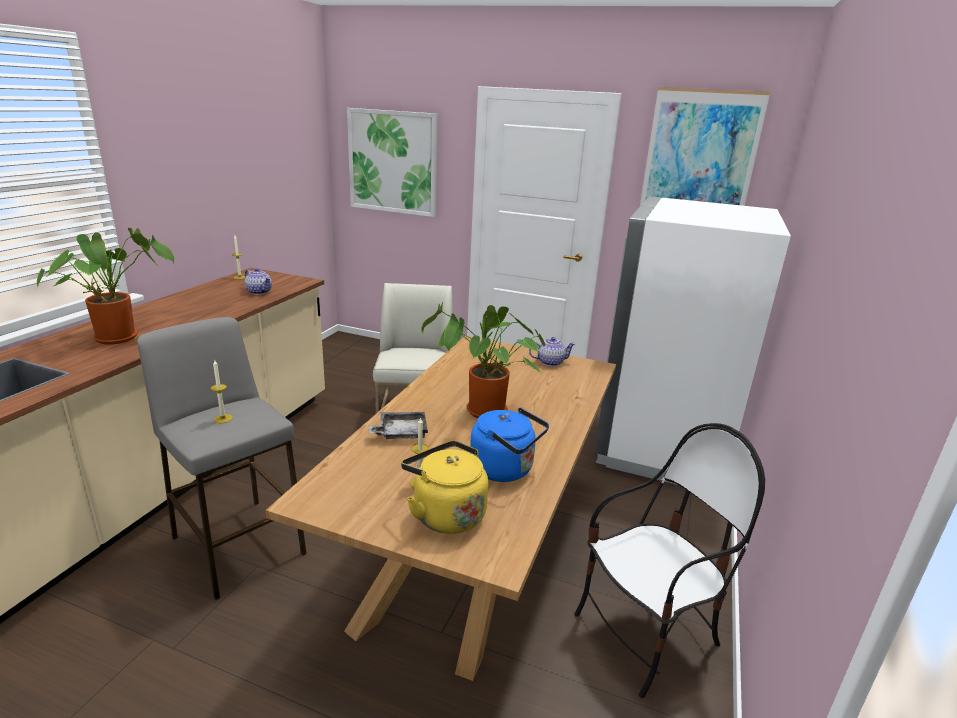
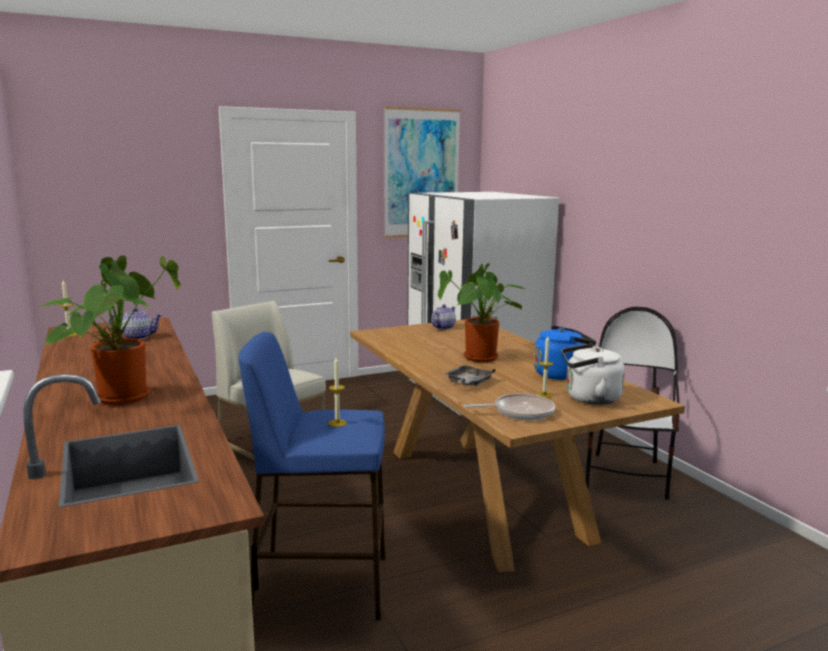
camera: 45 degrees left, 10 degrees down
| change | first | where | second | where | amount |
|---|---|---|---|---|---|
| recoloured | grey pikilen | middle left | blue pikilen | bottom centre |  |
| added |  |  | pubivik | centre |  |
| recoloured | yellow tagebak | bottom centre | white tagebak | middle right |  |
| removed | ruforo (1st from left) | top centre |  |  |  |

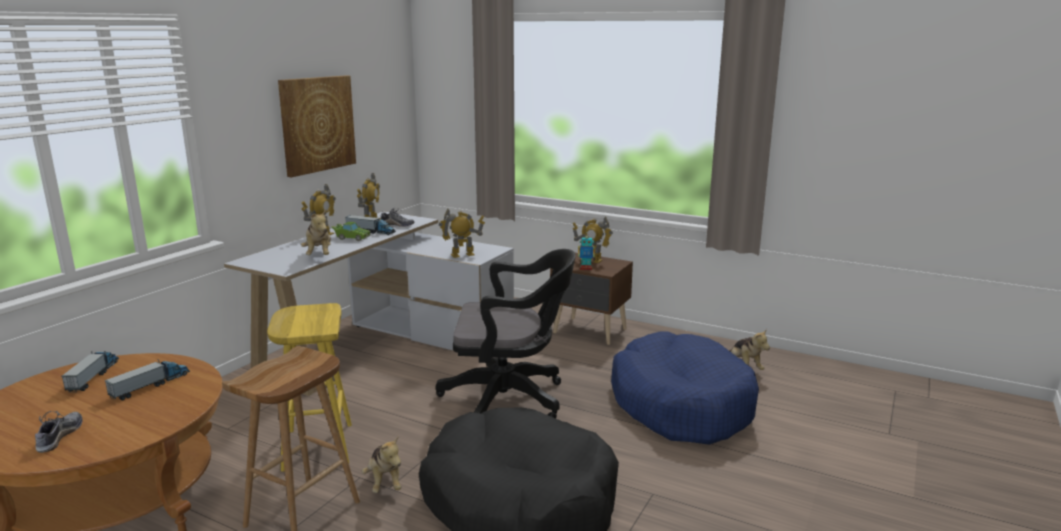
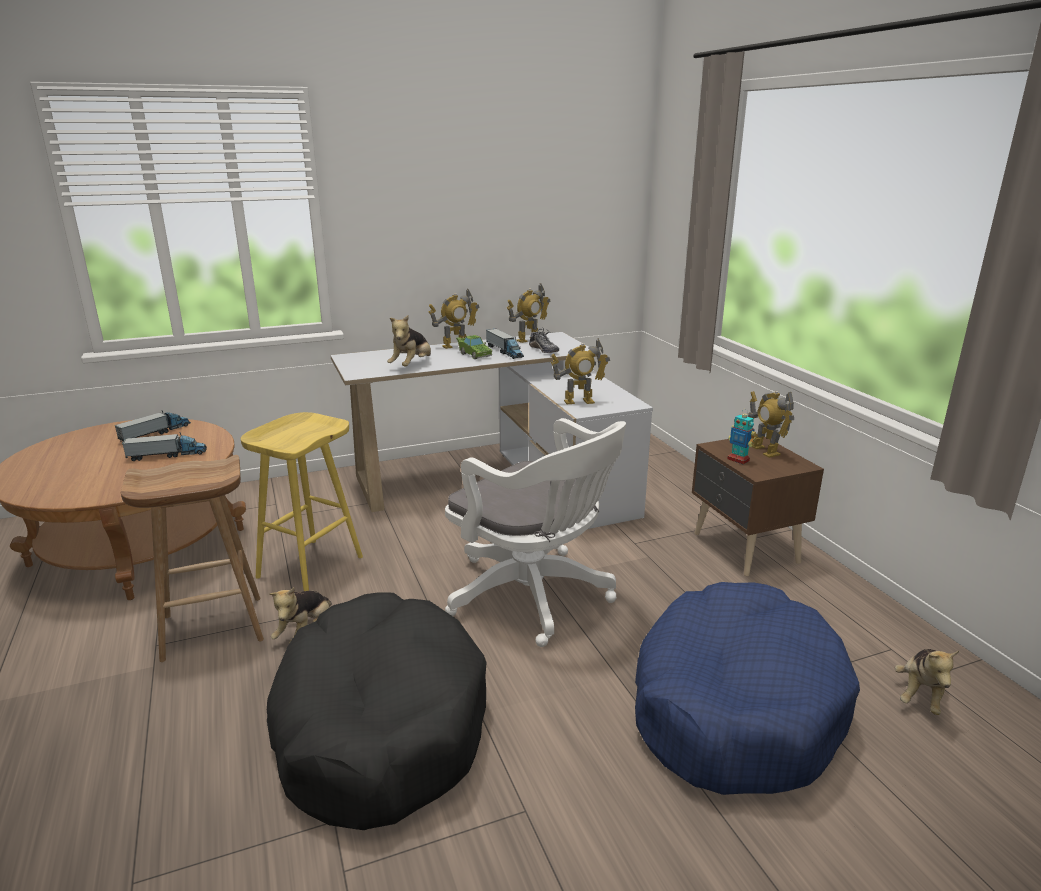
camera: 40 degrees right, 5 degrees up
| change | first | where | second | where | amount |
|---|---|---|---|---|---|
| recoloured | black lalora | centre | white lalora | centre |  |
| turned | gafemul (3rd from left) | centre |  | centre | 150 degrees clockwise |
| removed | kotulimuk (1st from left) | bottom left |  |  |  |
| removed | ruforo | top left |  |  |  |

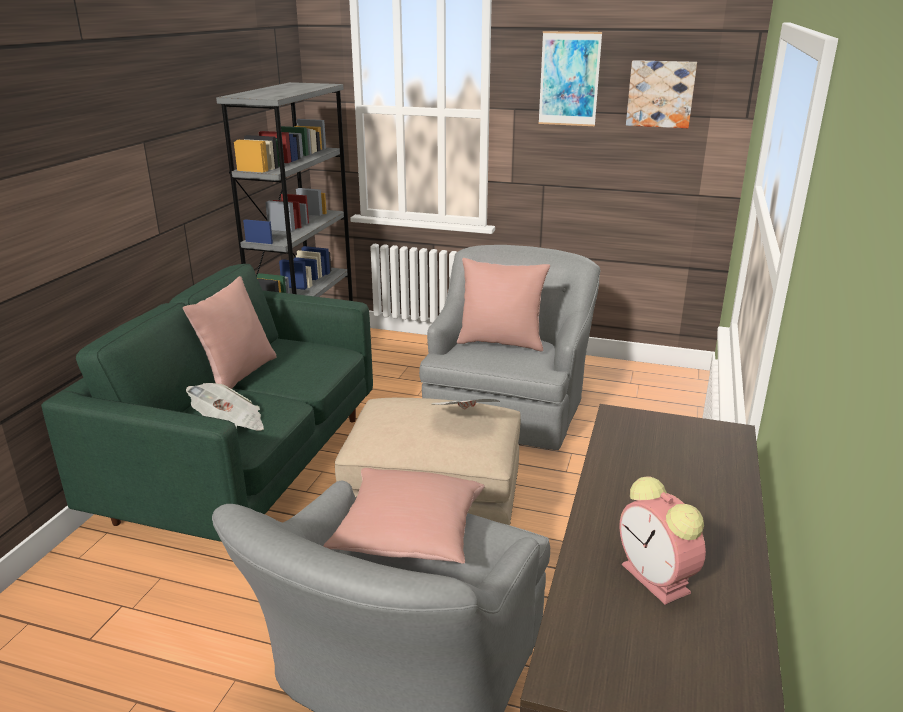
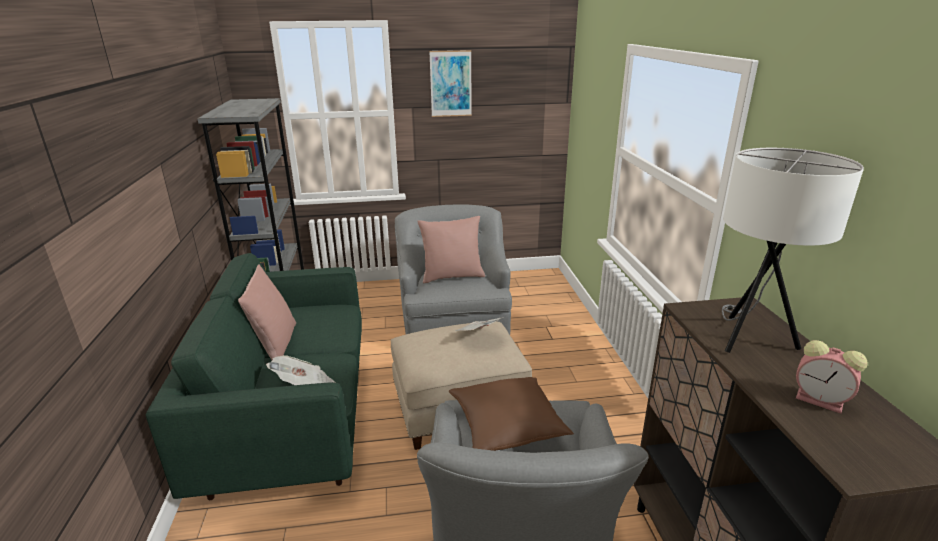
camera: 25 degrees left, 0 degrees up
| change | first | where | second | where | amount |
|---|---|---|---|---|---|
| recoloured | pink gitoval (2nd from left) | bottom centre | brown gitoval | bottom centre |  |
| added |  |  | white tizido | middle right |  |
| removed | ruforo (2nd from left) | top right |  |  |  |

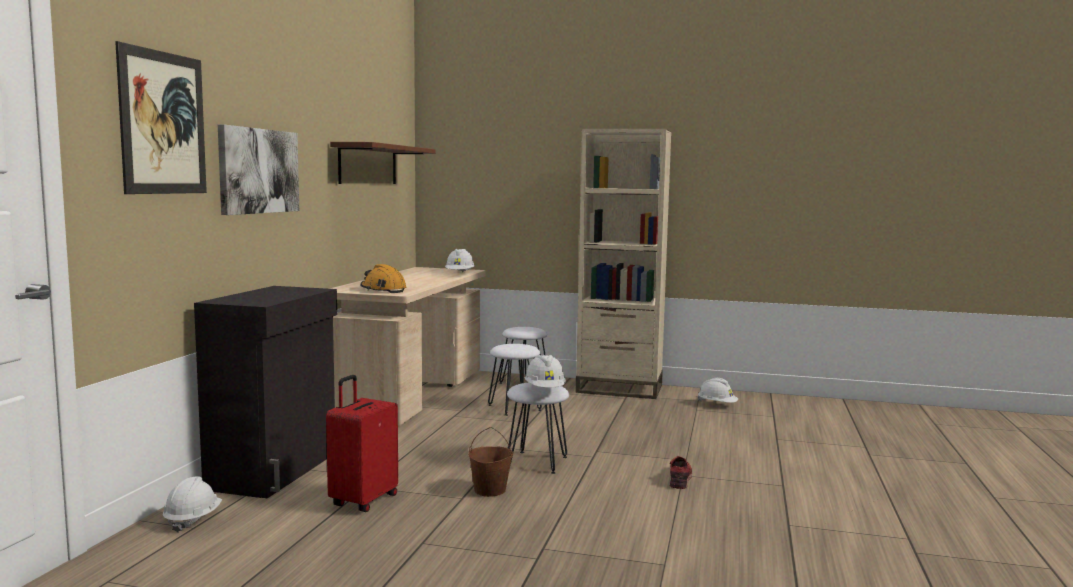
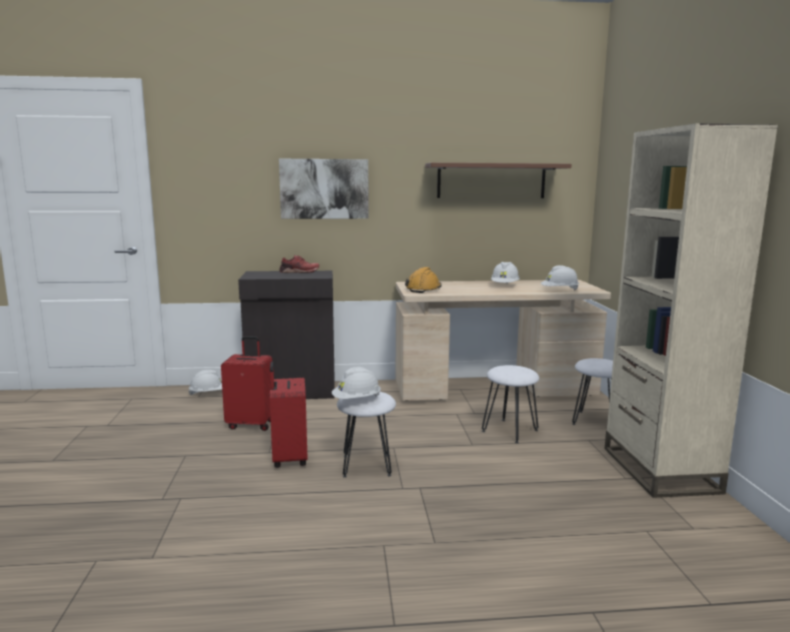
camera: 70 degrees right, 5 degrees up
| change | first | where | second | where | amount |
|---|---|---|---|---|---|
| replaced | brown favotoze | bottom centre | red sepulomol (2nd from left) | centre |  |
| moved | red kotulimuk | bottom centre |  | centre |  |
| moved | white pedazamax (4th from left in the first image) | middle right | white pedazamax (3rd from left) | centre |  |
| removed | ruforo (1st from left) | top left |  |  |  |

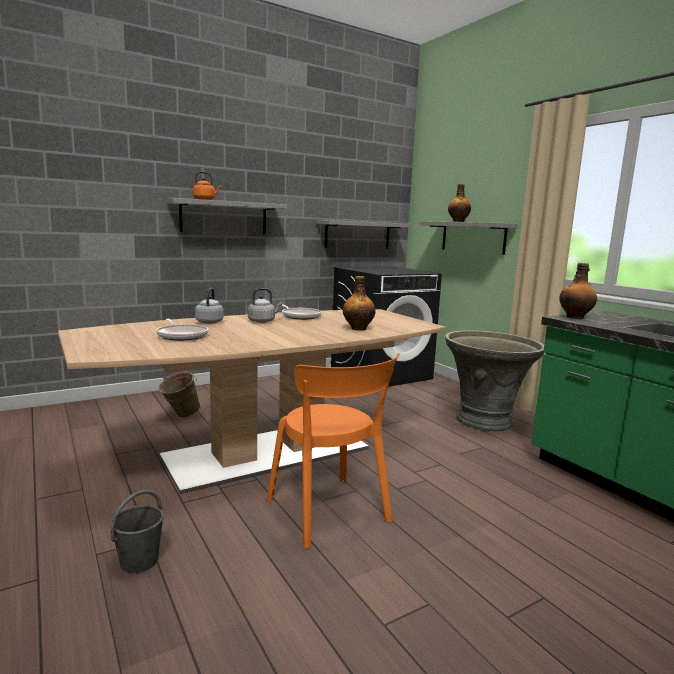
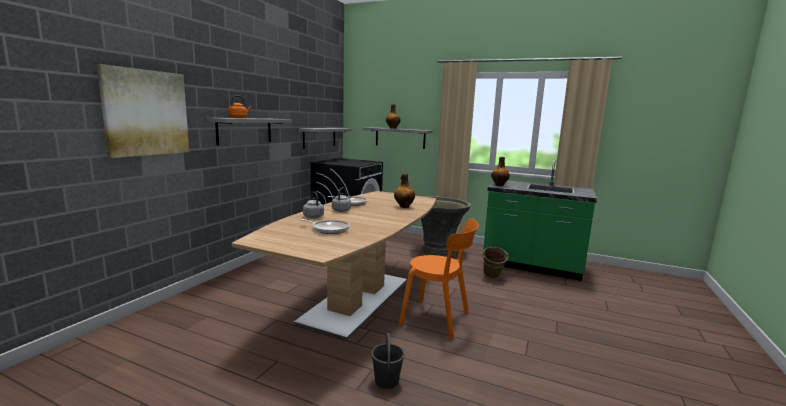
camera: 35 degrees left, 0 degrees up
| change | first | where | second | where | amount |
|---|---|---|---|---|---|
| added |  |  | ruforo | top left |  |
| moved | green favotoze | middle left |  | centre |  |

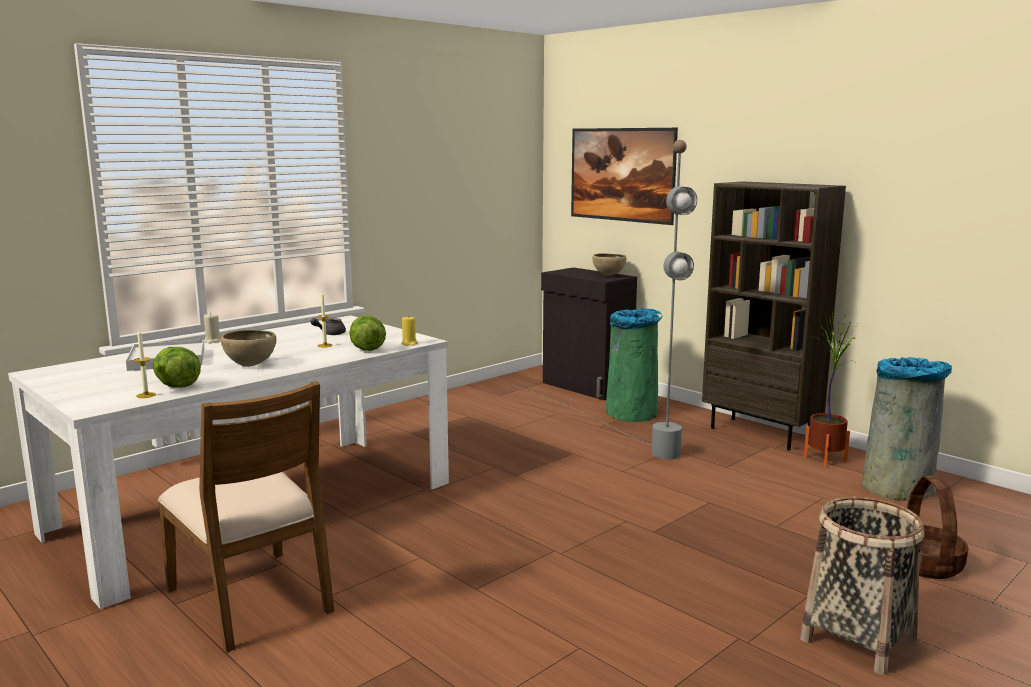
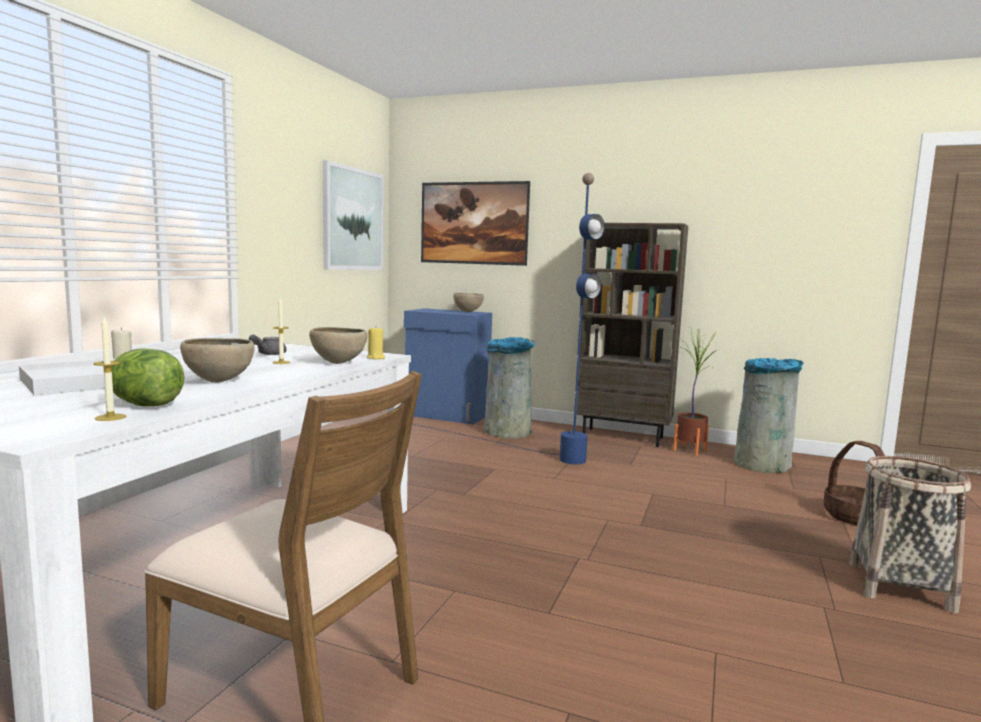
camera: 25 degrees left, 5 degrees down
| change | first | where | second | where | amount |
|---|---|---|---|---|---|
| replaced | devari (2nd from left) | centre | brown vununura (2nd from left) | centre |  |
| added |  |  | ruforo (1st from left) | top centre |  |
| recoloured | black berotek | centre | blue berotek | centre |  |
| recoloured | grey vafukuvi | centre | blue vafukuvi | centre |  |
| recoloured | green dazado | centre | grey dazado (1st from left) | centre |  |

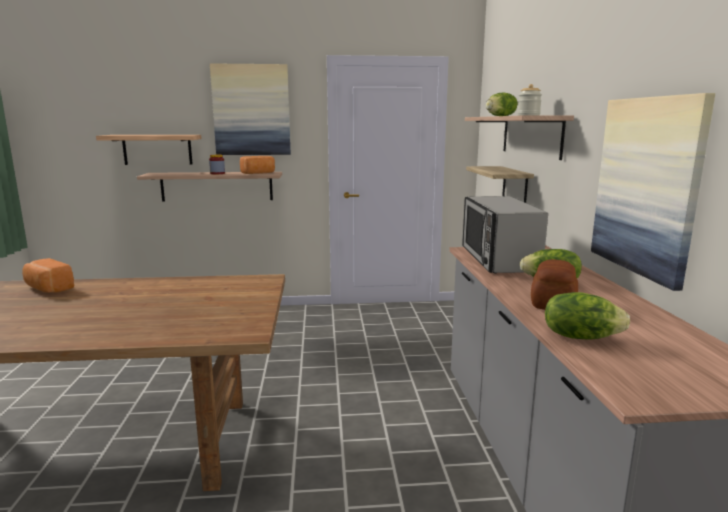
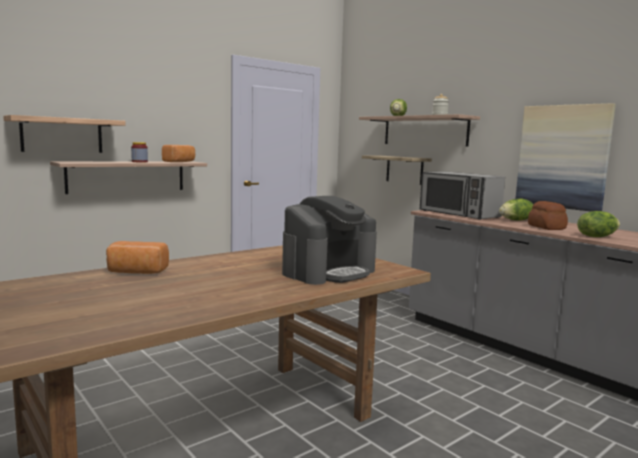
camera: 35 degrees left, 5 degrees down
| change | first | where | second | where | amount |
|---|---|---|---|---|---|
| added |  |  | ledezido | centre |  |
| removed | ruforo (1st from left) | top centre |  |  |  |

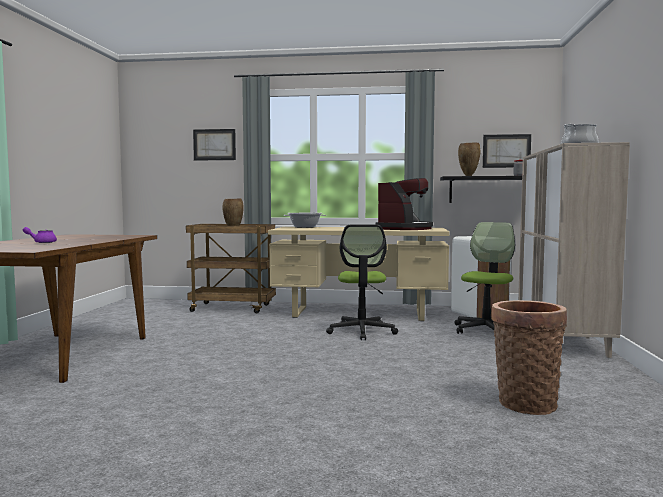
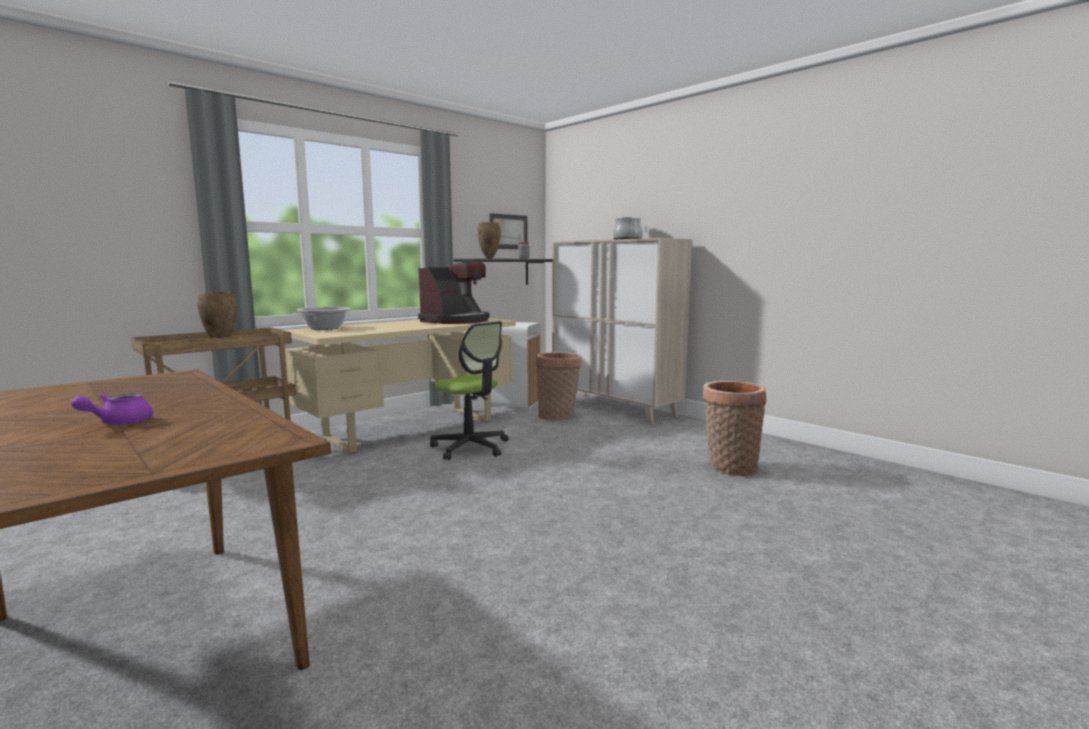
camera: 50 degrees left, 5 degrees up
| change | first | where | second | where | amount |
|---|---|---|---|---|---|
| turned | ledezido | centre |  | centre | 60 degrees clockwise |
| replaced | lalora (2nd from left) | middle right | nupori (1st from left) | centre |  |
| removed | ruforo (1st from left) | top left |  |  |  |

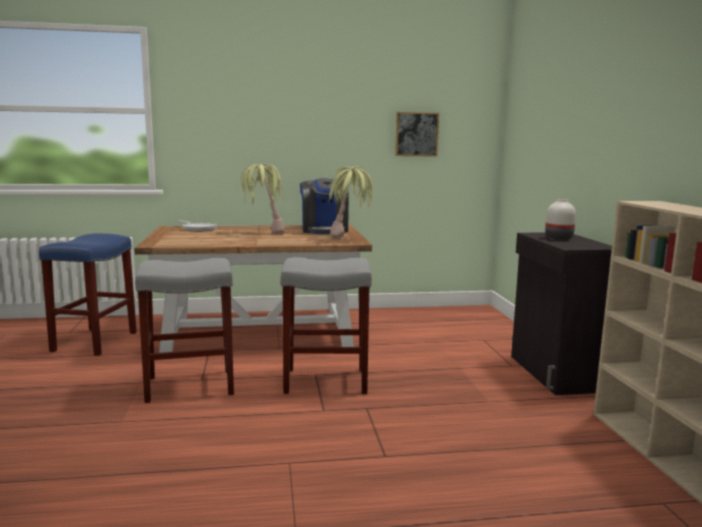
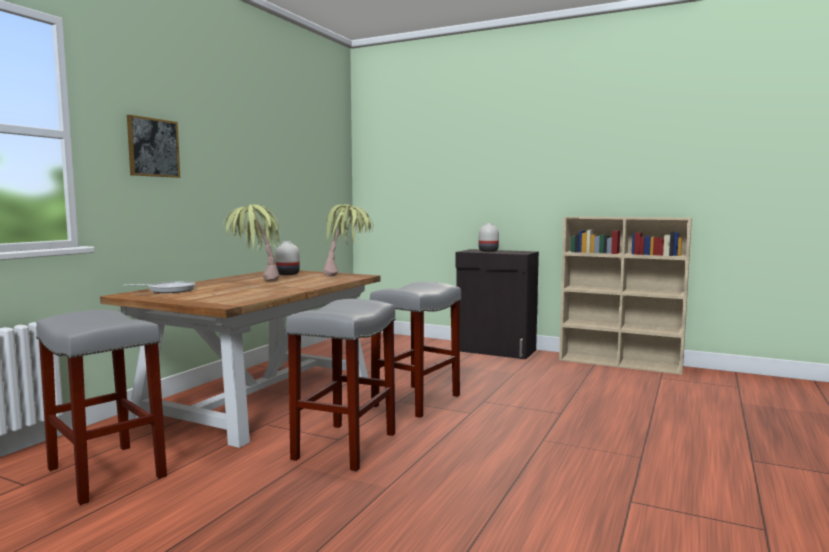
camera: 55 degrees left, 5 degrees down
| change | first | where | second | where | amount |
|---|---|---|---|---|---|
| recoloured | blue pikilen | middle left | grey pikilen (1st from left) | bottom left |  |
| moved | ruforo | top centre |  | top left |  |
| replaced | ledezido | centre | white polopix (1st from left) | centre |  |

